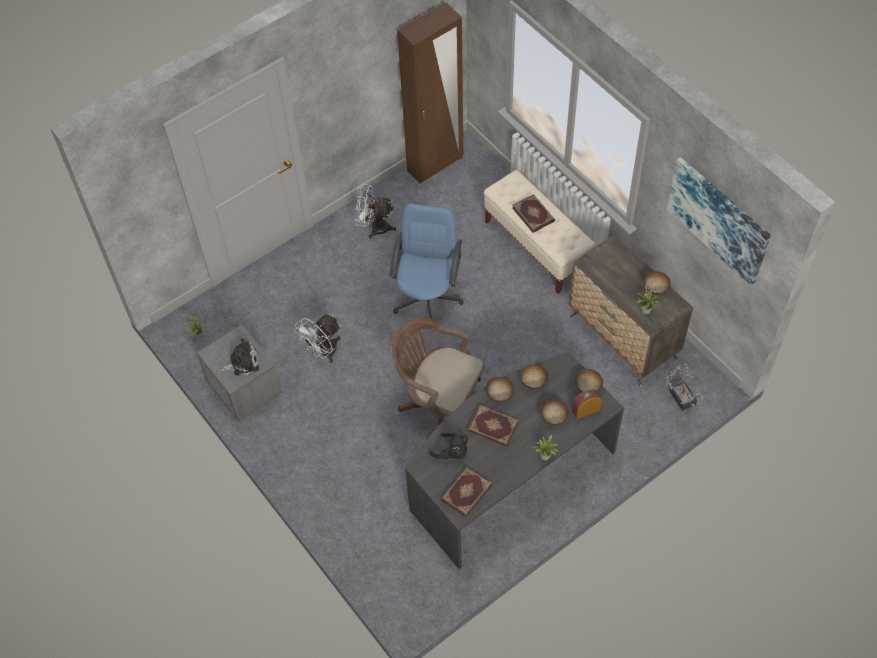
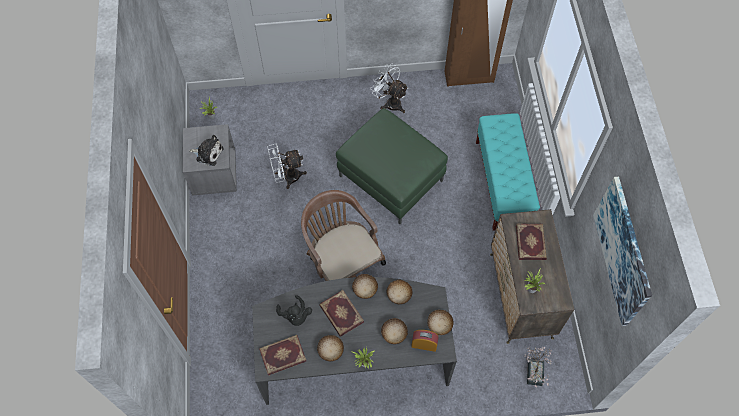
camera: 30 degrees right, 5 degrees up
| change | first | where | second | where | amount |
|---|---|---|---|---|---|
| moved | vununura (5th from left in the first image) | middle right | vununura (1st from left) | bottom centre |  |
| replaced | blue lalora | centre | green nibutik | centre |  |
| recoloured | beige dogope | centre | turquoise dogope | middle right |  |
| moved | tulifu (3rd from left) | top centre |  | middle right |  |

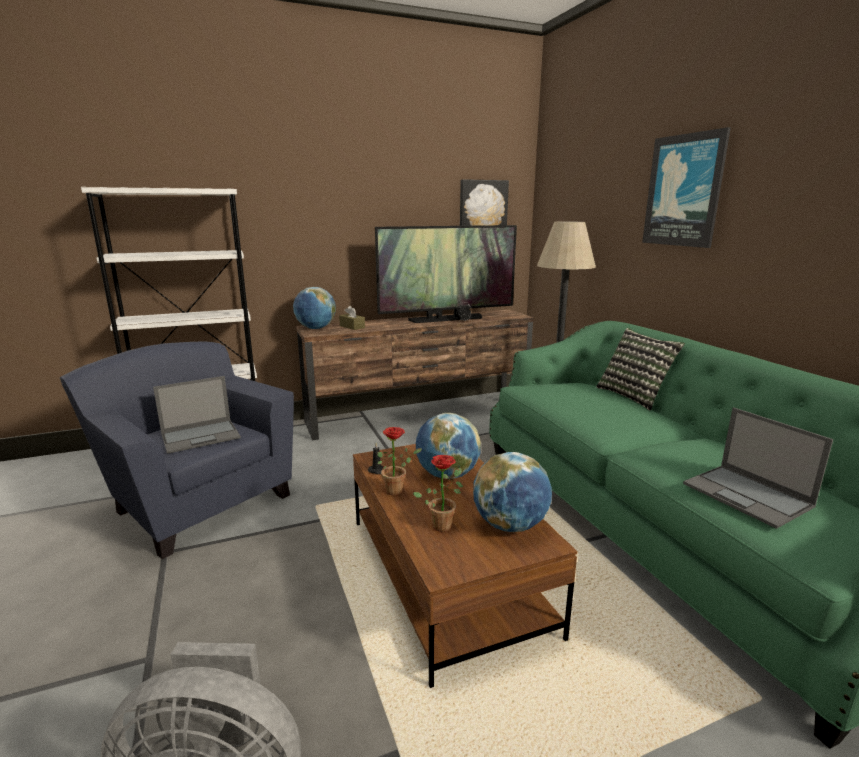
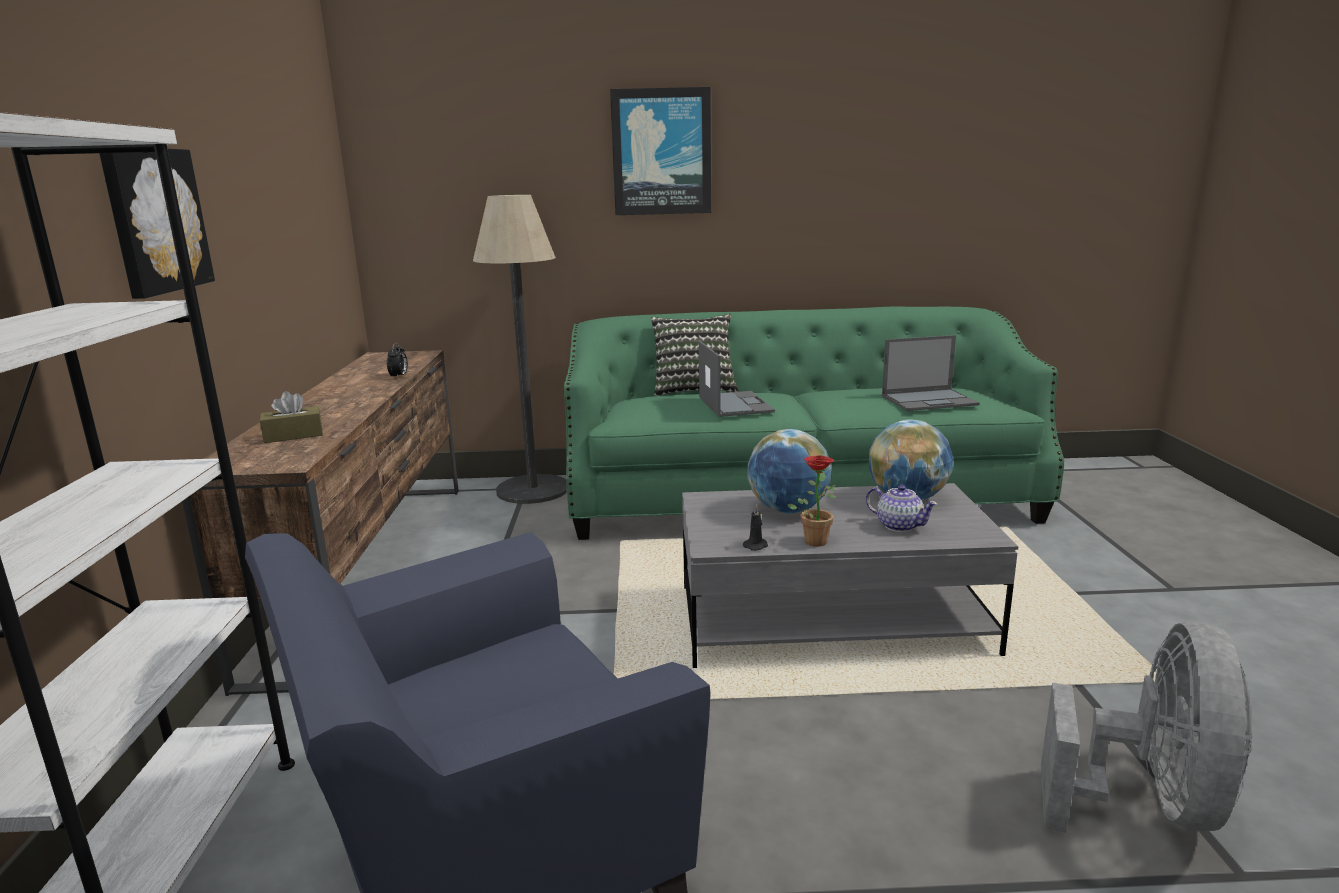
camera: 70 degrees left, 0 degrees up
| change | first | where | second | where | amount |
|---|---|---|---|---|---|
| moved | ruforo (1st from left) | top centre |  | top left |  |
| recoloured | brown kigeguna | bottom centre | grey kigeguna | centre |  |
| moved | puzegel (1st from left) | middle left |  | centre |  |
| replaced | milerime (2nd from left) | centre | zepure | middle right |  |
| removed | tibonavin (1st from left) | centre |  |  |  |
| removed | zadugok | centre |  |  |  |

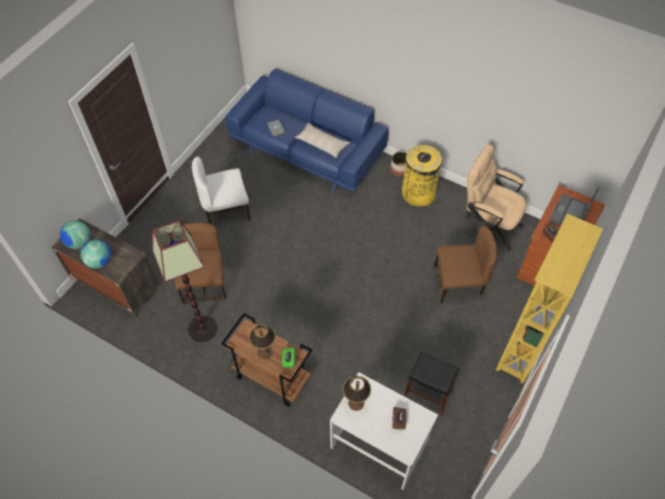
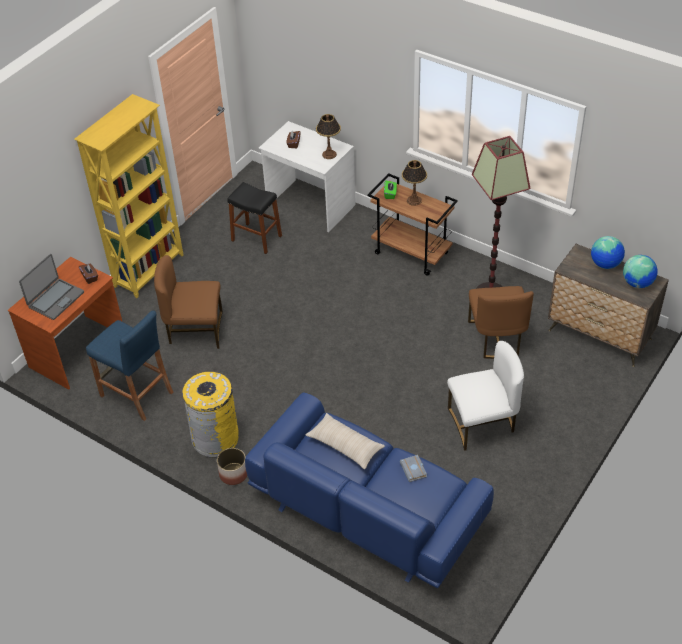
camera: 175 degrees left, 10 degrees down
| change | first | where | second | where | amount |
|---|---|---|---|---|---|
| replaced | beige lalora | middle right | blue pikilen | middle left |  |

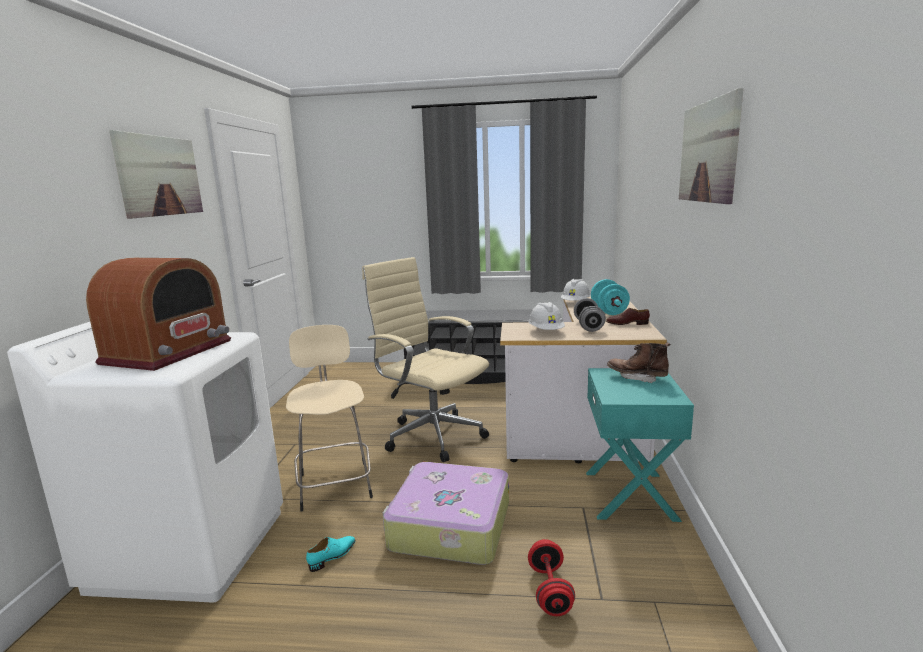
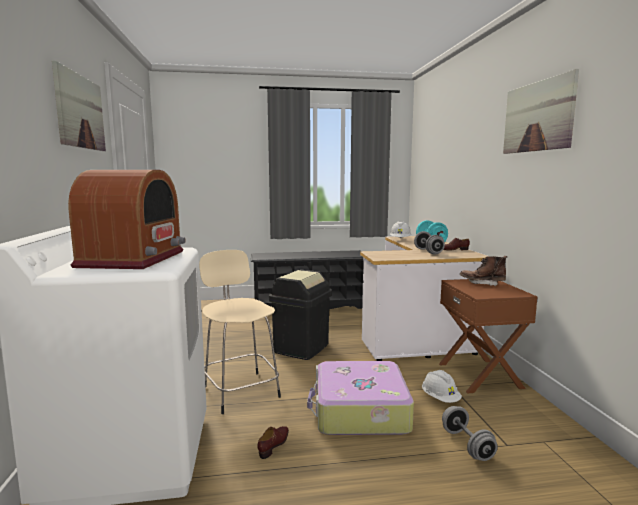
camera: 15 degrees left, 5 degrees down
| change | first | where | second | where | amount |
|---|---|---|---|---|---|
| recoloured | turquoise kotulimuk | bottom centre | brown kotulimuk (1st from left) | bottom centre |  |
| replaced | beige lalora | centre | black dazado | centre |  |
| moved | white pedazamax (1st from left in the first image) | centre | white pedazamax (2nd from left) | bottom right |  |
| recoloured | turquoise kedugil | bottom right | brown kedugil | middle right |  |
| recoloured | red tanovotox | bottom centre | grey tanovotox (2nd from left) | bottom right |  |

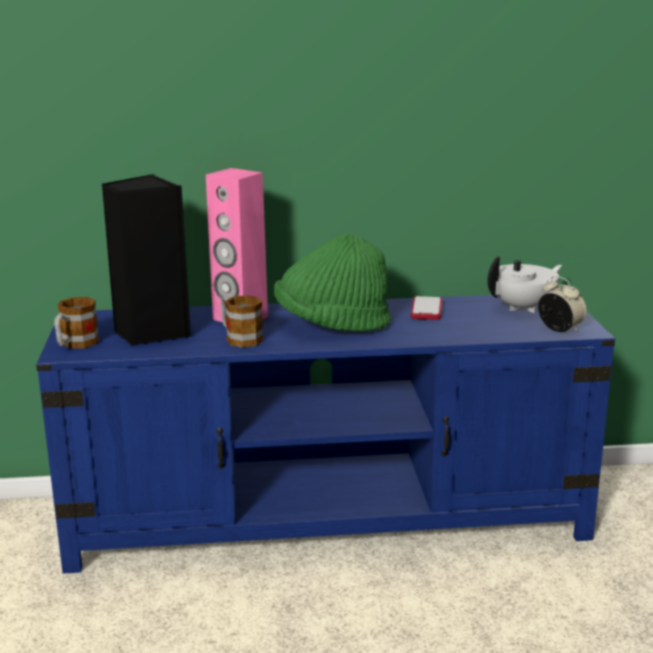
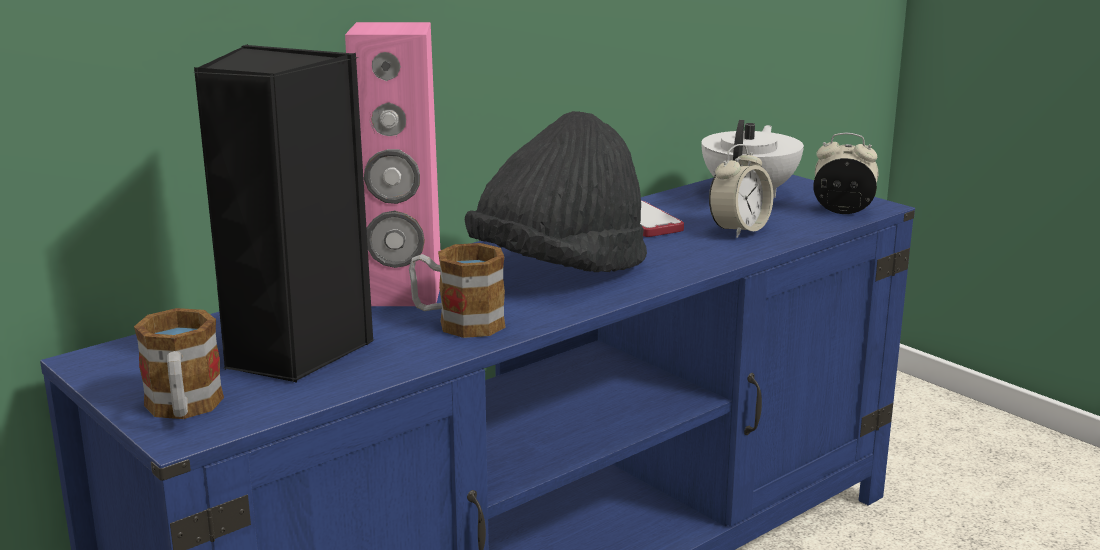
camera: 35 degrees left, 0 degrees up
| change | first | where | second | where | amount |
|---|---|---|---|---|---|
| recoloured | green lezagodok | centre | black lezagodok | centre |  |
| added |  |  | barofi (1st from left) | middle right |  |

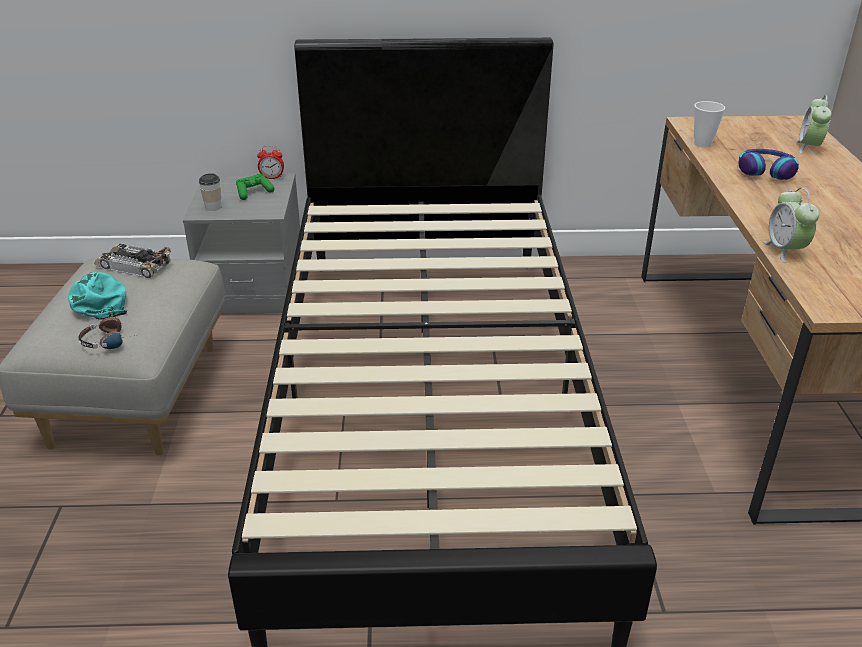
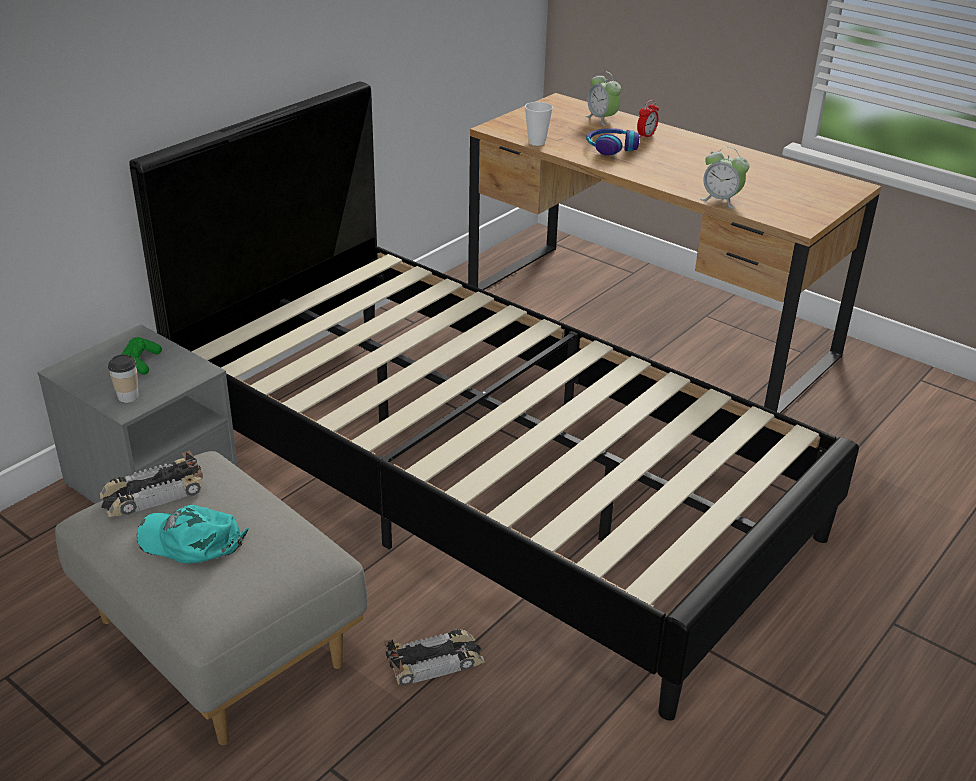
camera: 50 degrees left, 0 degrees up
| change | first | where | second | where | amount |
|---|---|---|---|---|---|
| added |  |  | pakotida (2nd from left) | bottom centre |  |
| moved | barofi (1st from left in the first image) | top left | barofi (2nd from left) | top centre |  |
| removed | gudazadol (1st from left) | middle left |  |  |  |

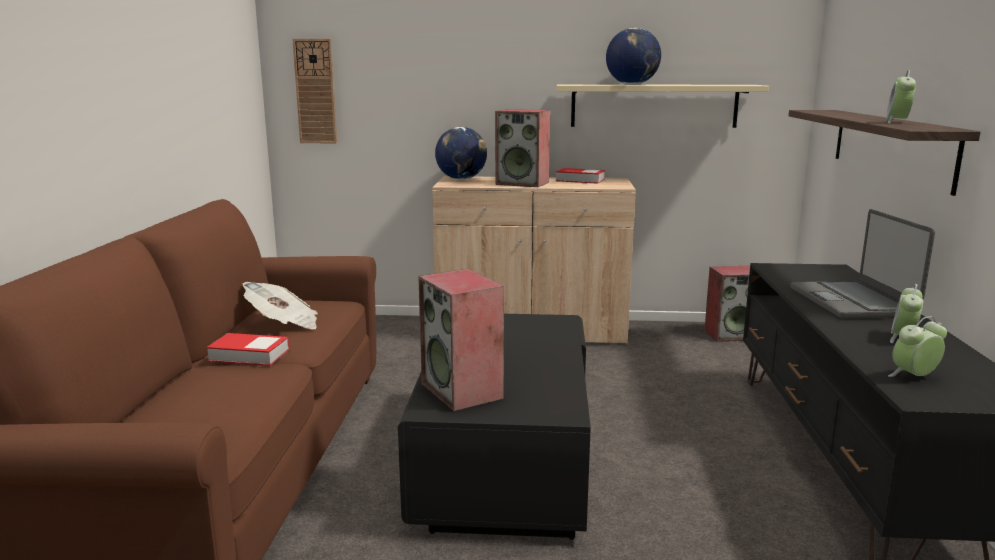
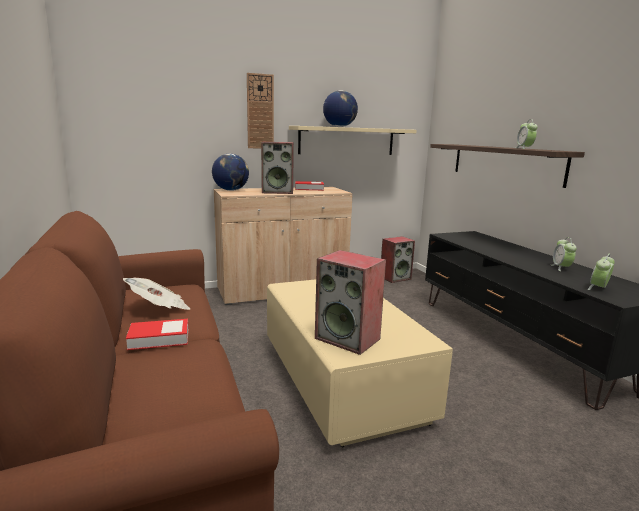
camera: 25 degrees left, 0 degrees up
| change | first | where | second | where | amount |
|---|---|---|---|---|---|
| moved | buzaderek | top left |  | top centre |  |
| recoloured | black kigeguna | bottom centre | beige kigeguna | bottom centre |  |
| removed | puzegel | middle right |  |  |  |

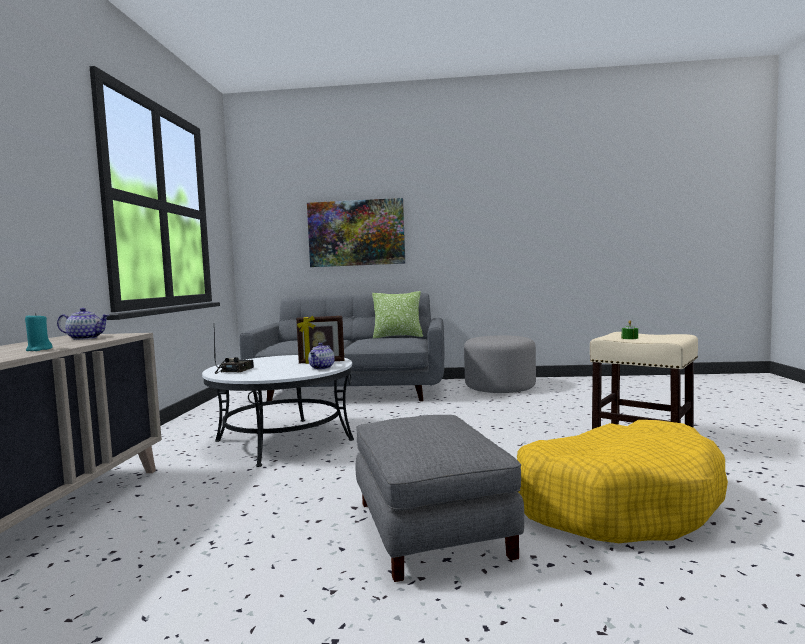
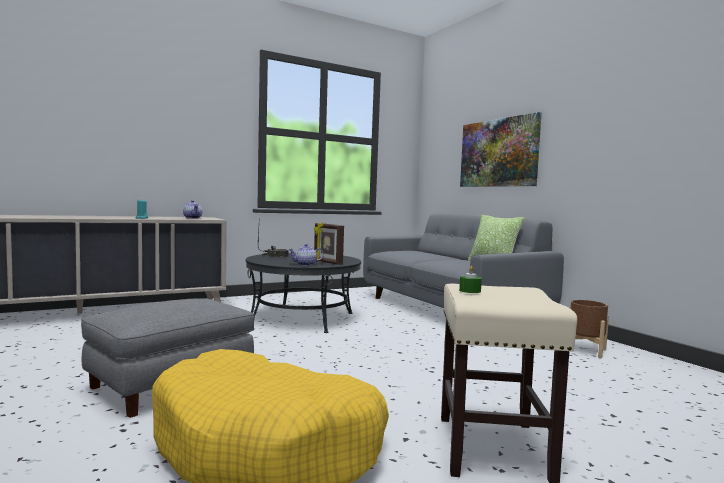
camera: 55 degrees right, 0 degrees up
| change | first | where | second | where | amount |
|---|---|---|---|---|---|
| recoloured | white kigeguna | centre | black kigeguna | centre |  |
| replaced | grey nibutik (2nd from left) | centre | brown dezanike | bottom right |  |

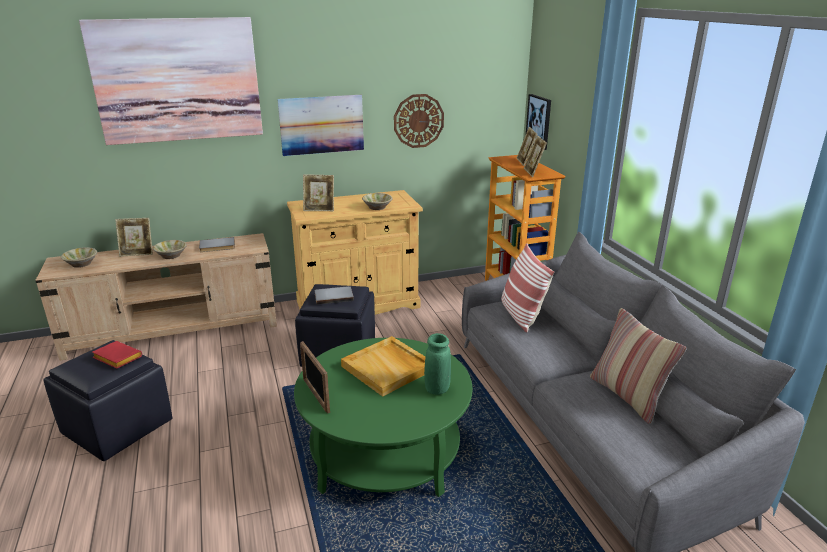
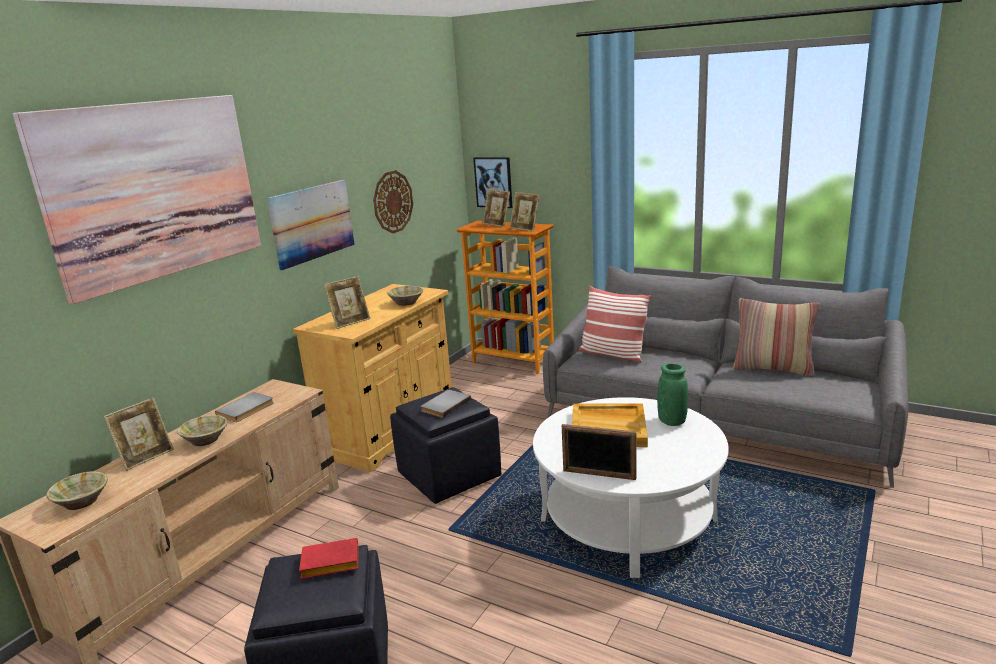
camera: 40 degrees left, 5 degrees down
| change | first | where | second | where | amount |
|---|---|---|---|---|---|
| recoloured | green kigeguna | bottom centre | white kigeguna | bottom centre |  |

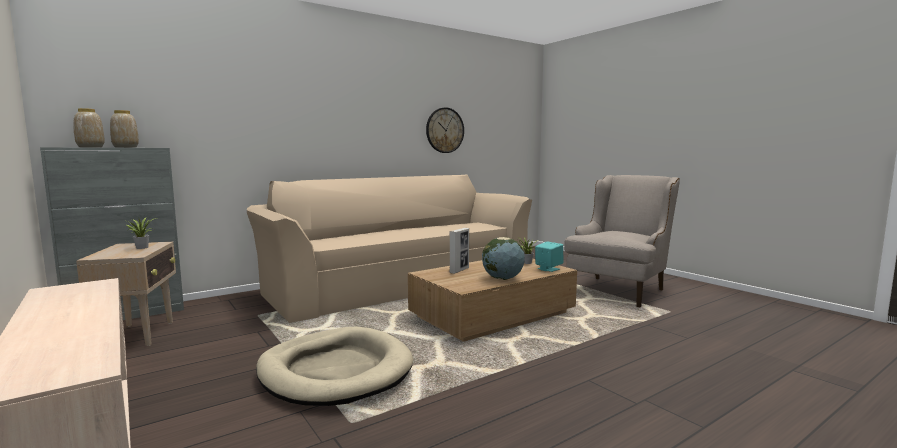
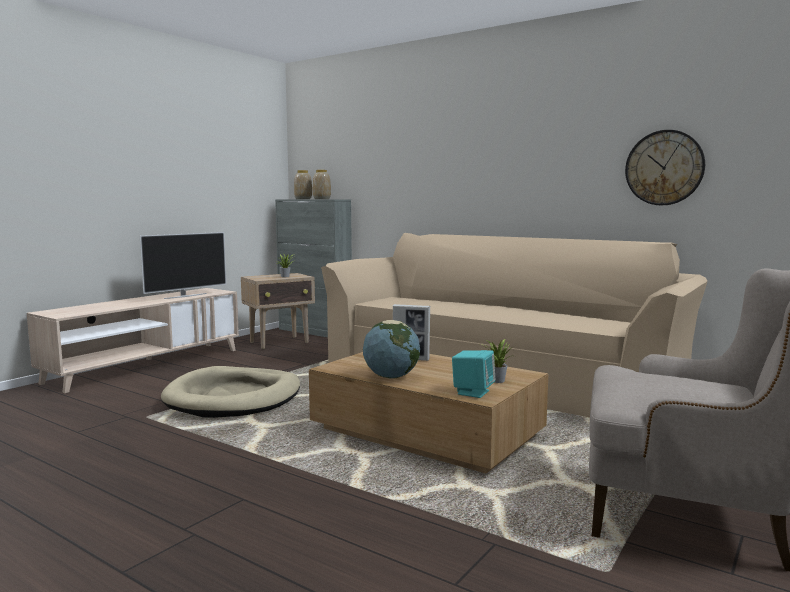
camera: 70 degrees right, 0 degrees up
| change | first | where | second | where | amount |
|---|---|---|---|---|---|
| added |  |  | zadugok | middle left |  |

